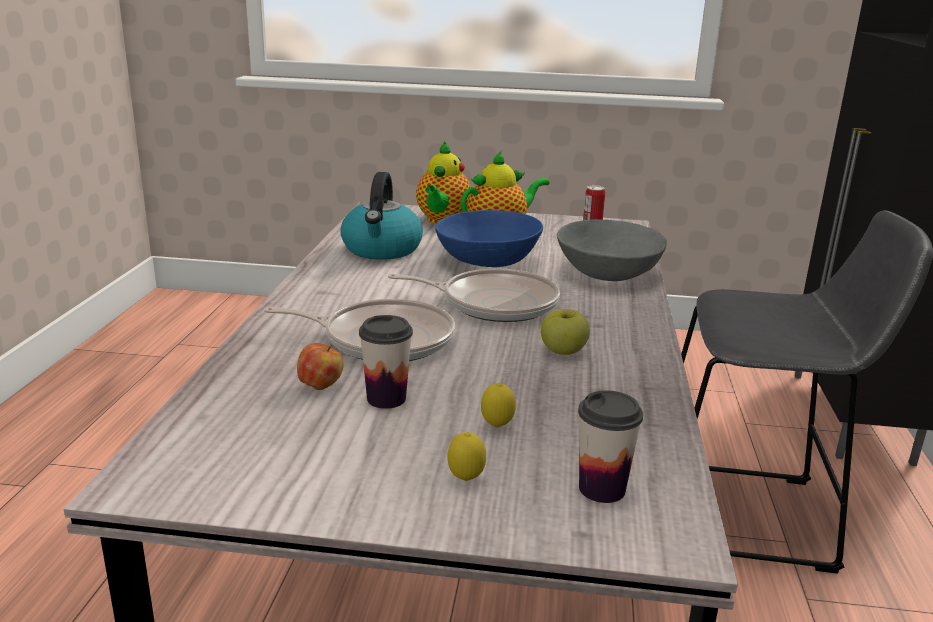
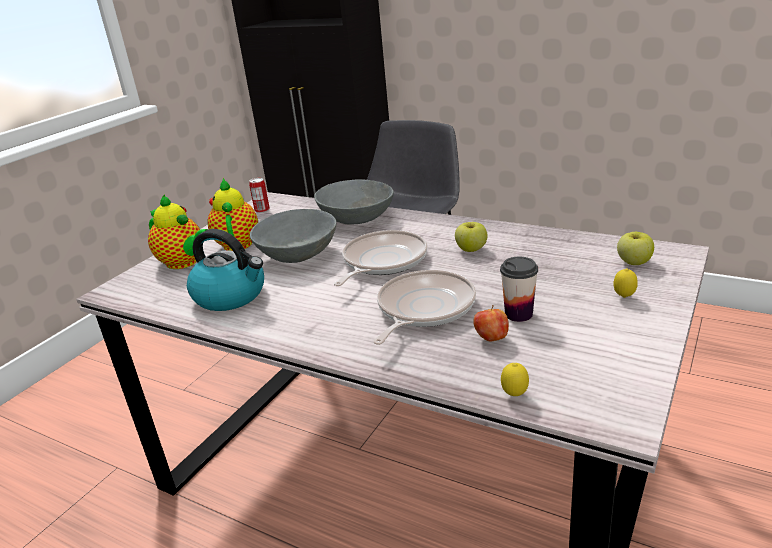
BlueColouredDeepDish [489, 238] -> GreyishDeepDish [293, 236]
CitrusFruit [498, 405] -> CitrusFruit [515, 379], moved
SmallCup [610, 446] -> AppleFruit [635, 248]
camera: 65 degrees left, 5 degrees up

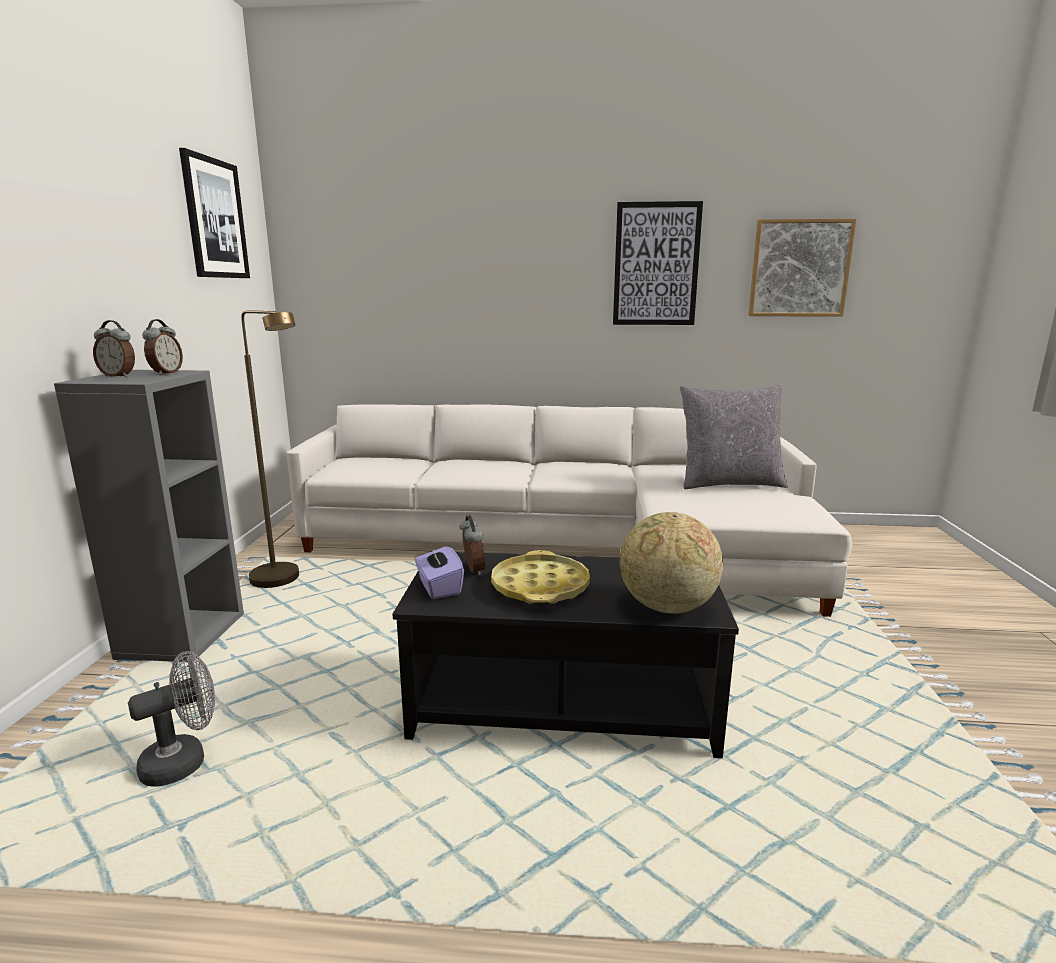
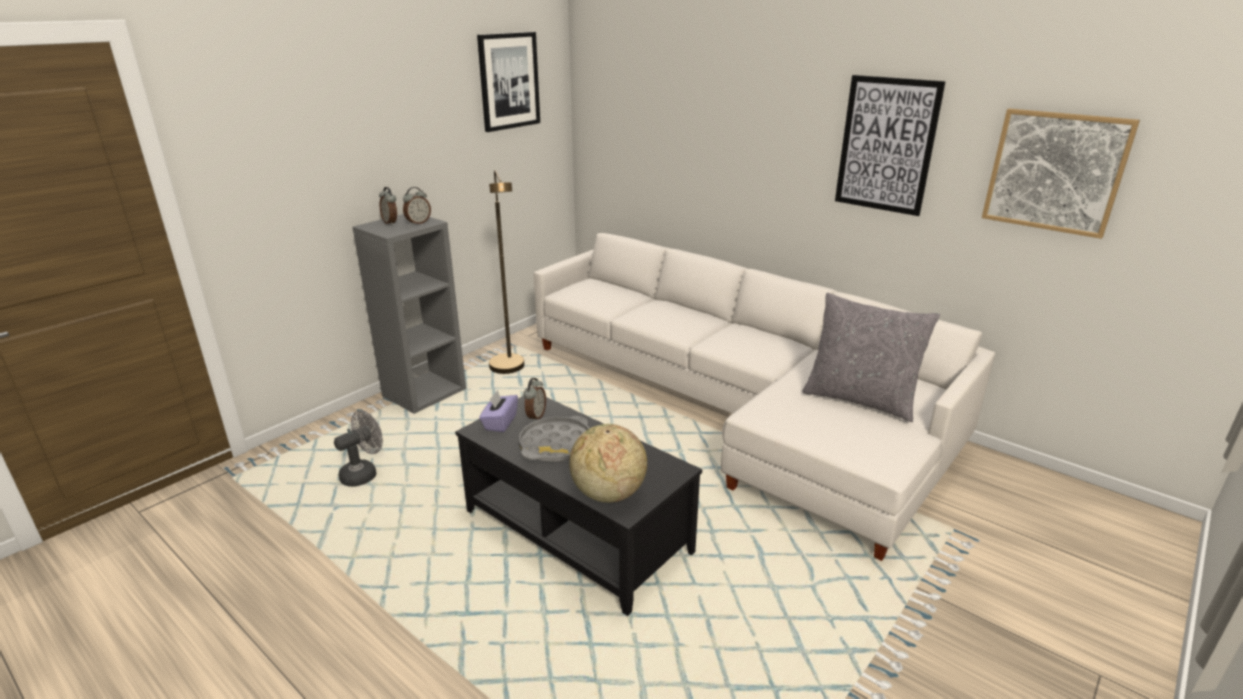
GreyishElectricFan [171, 719] -> GreyishElectricFan [358, 448], 45 degrees counterclockwise
YellowishTray [540, 577] -> GreyishTray [554, 439]
camera: 35 degrees right, 10 degrees up

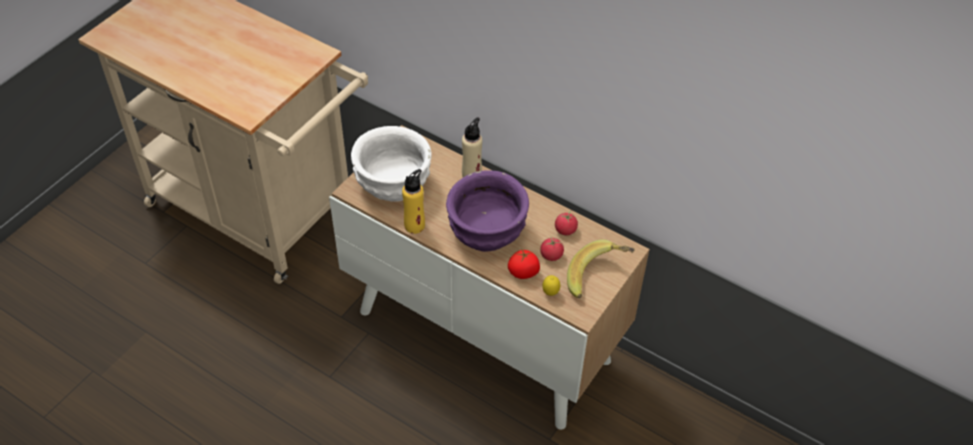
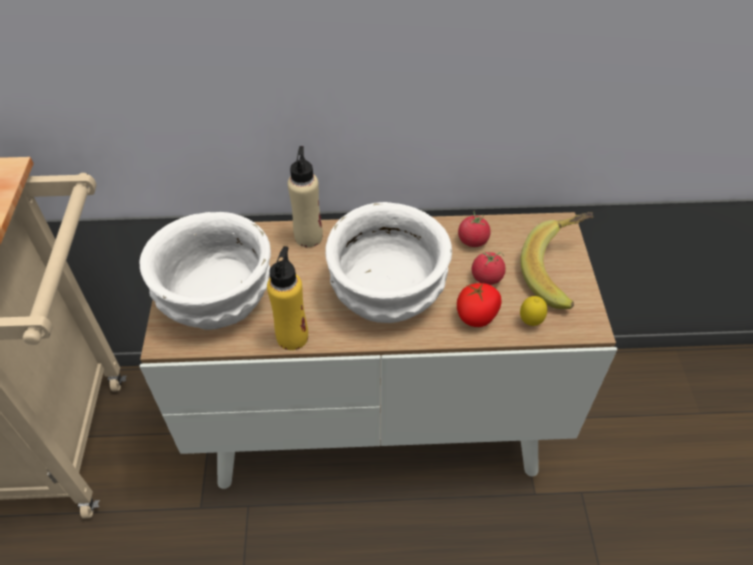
PurplishDeepDish [487, 211] -> WhitishDeepDish [388, 262]
camera: 35 degrees left, 0 degrees up

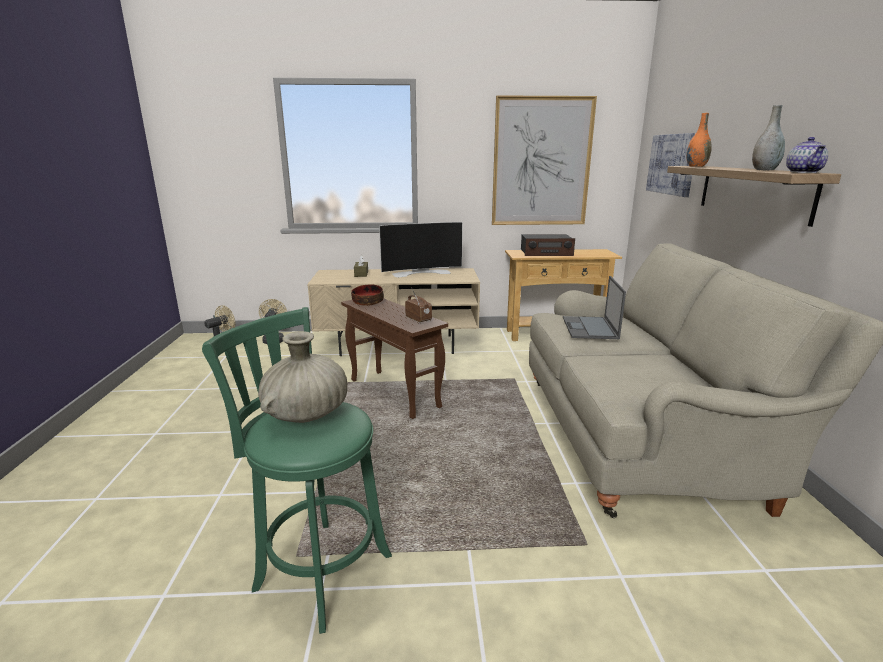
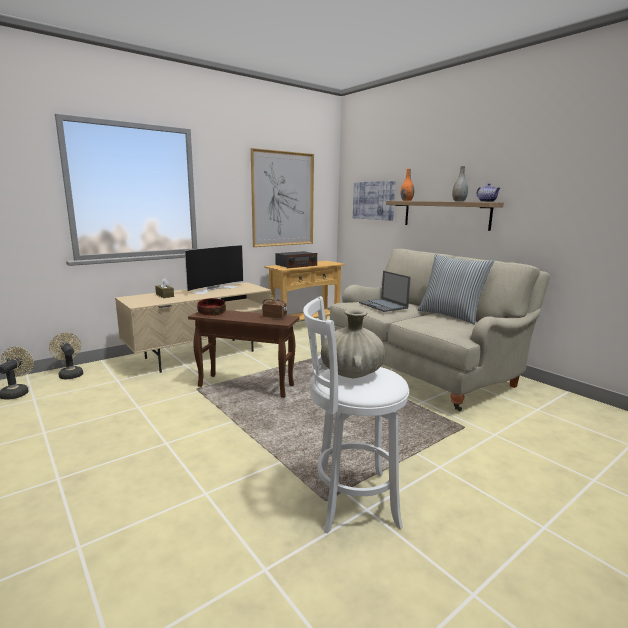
GreenColouredStool [297, 470] -> WhitishStool [356, 414]
none -> Cushion [456, 289]
camera: 35 degrees left, 5 degrees down

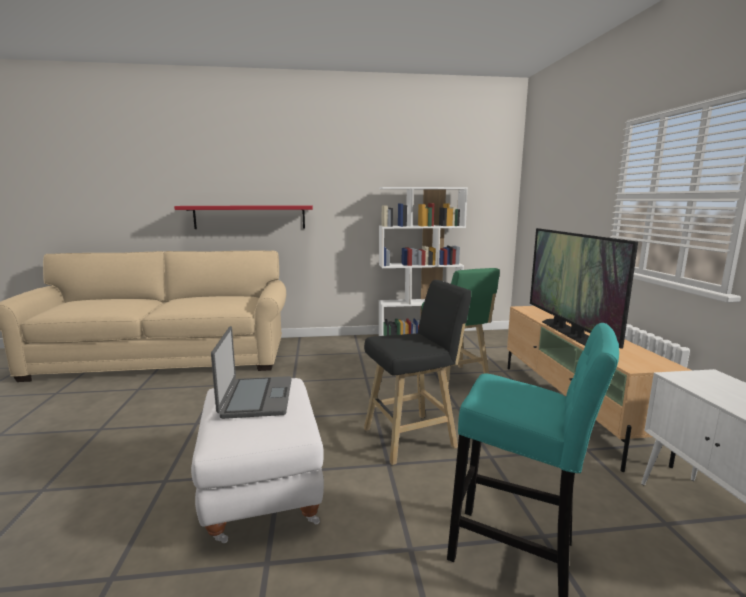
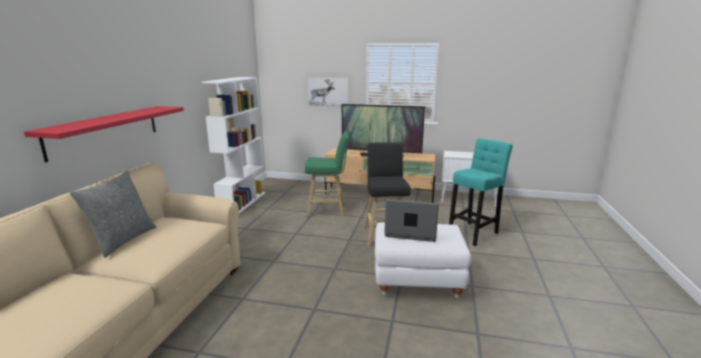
none -> GreyishCushion [113, 214]
none -> Picture [328, 92]
camera: 70 degrees left, 5 degrees up

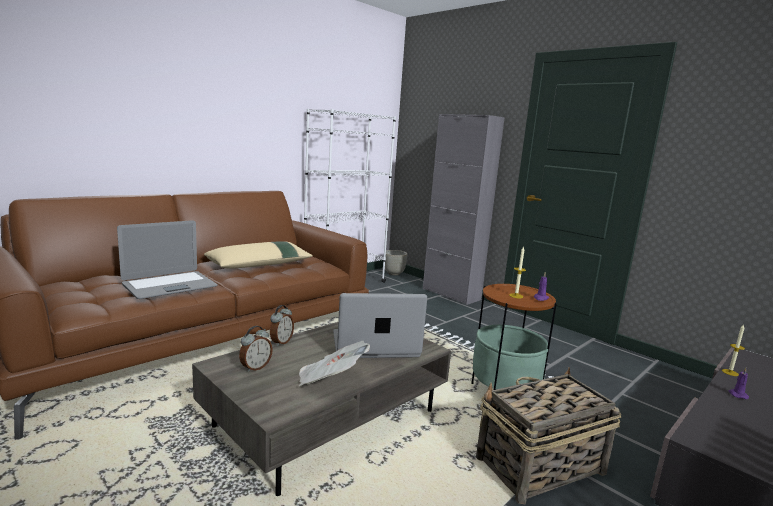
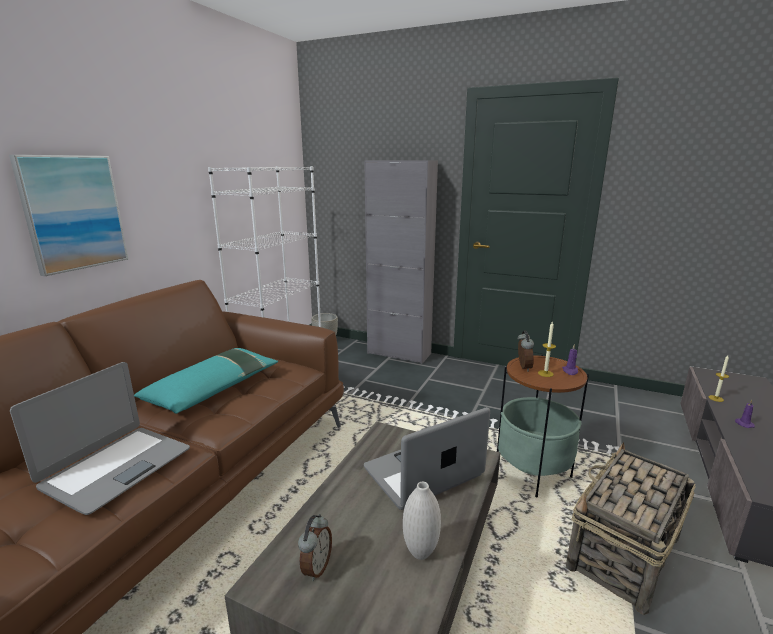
none -> Picture [68, 215]
SandColouredCushion [258, 255] -> BlueGreenCushion [206, 381]
DailyPaper [334, 363] -> WhitishFlowerVase [422, 521]
BedsideClock [282, 325] -> BedsideClock [525, 351], moved
camera: 20 degrees left, 5 degrees up

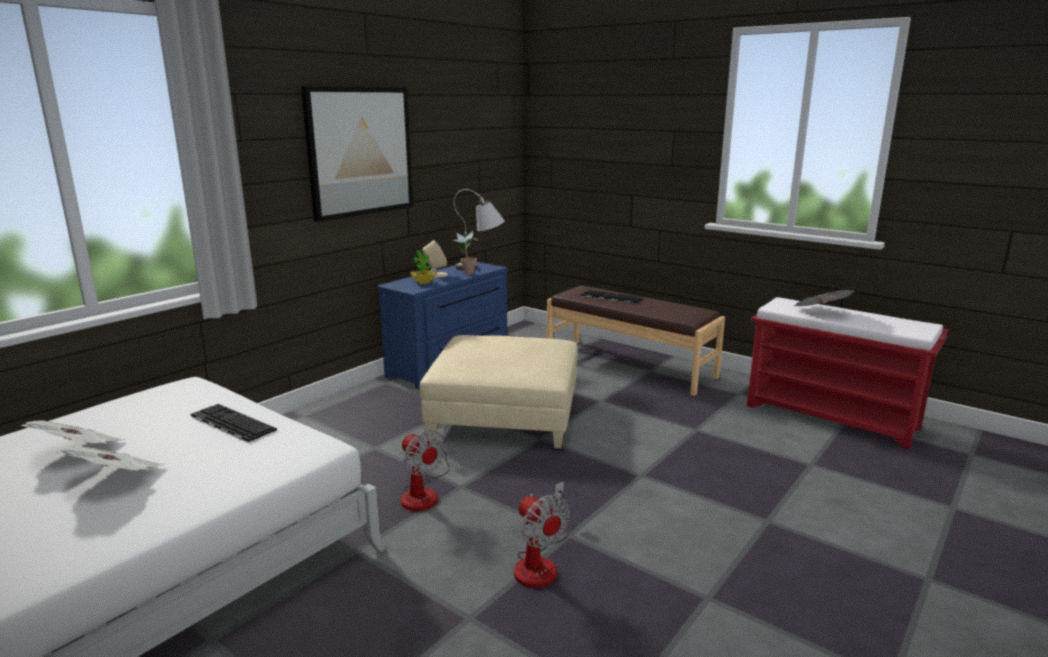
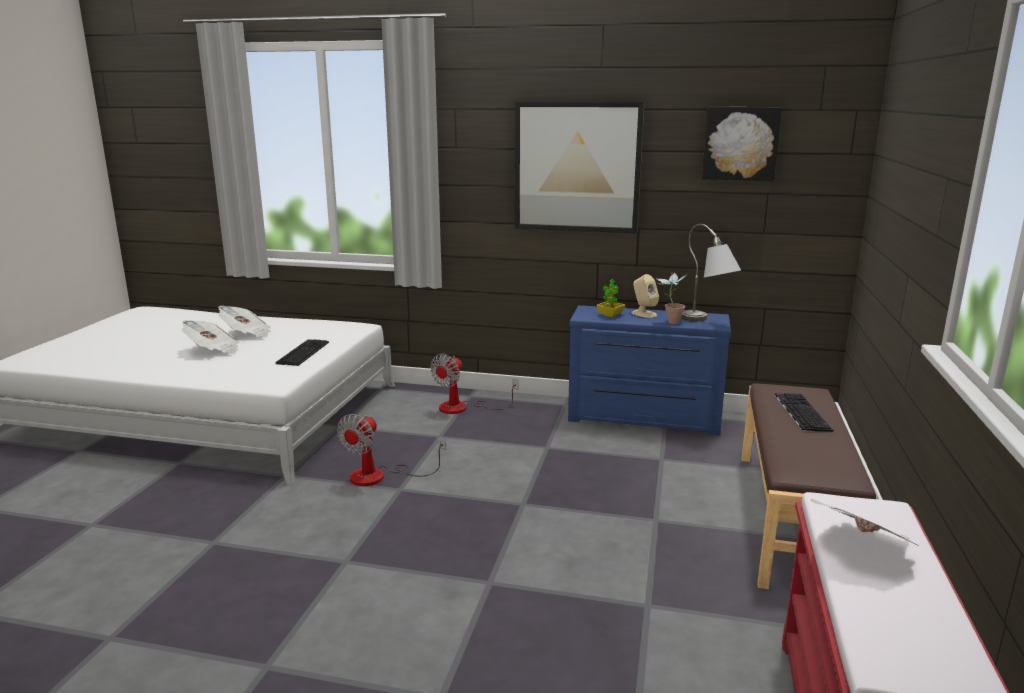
ElectricFan [542, 534] -> ElectricFan [474, 384], moved
none -> Picture [742, 144]
SandColouredPouffe [498, 391] -> none
camera: 65 degrees right, 0 degrees up

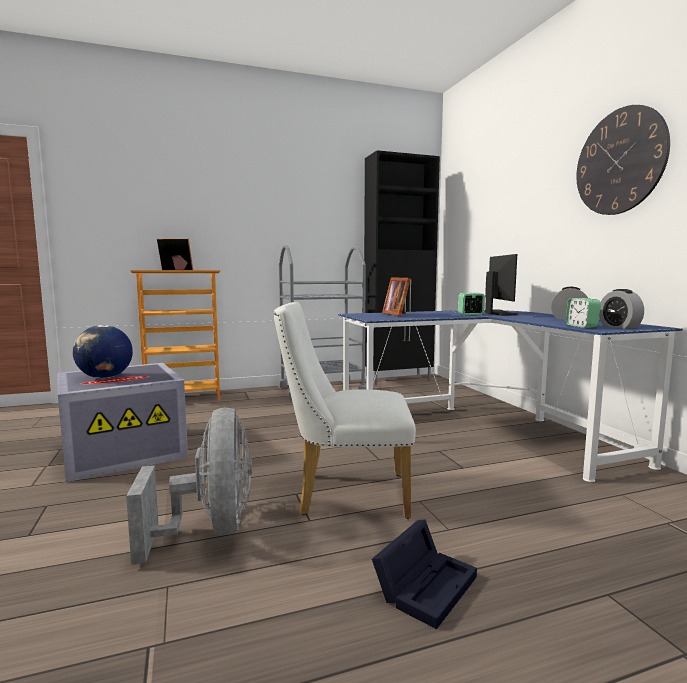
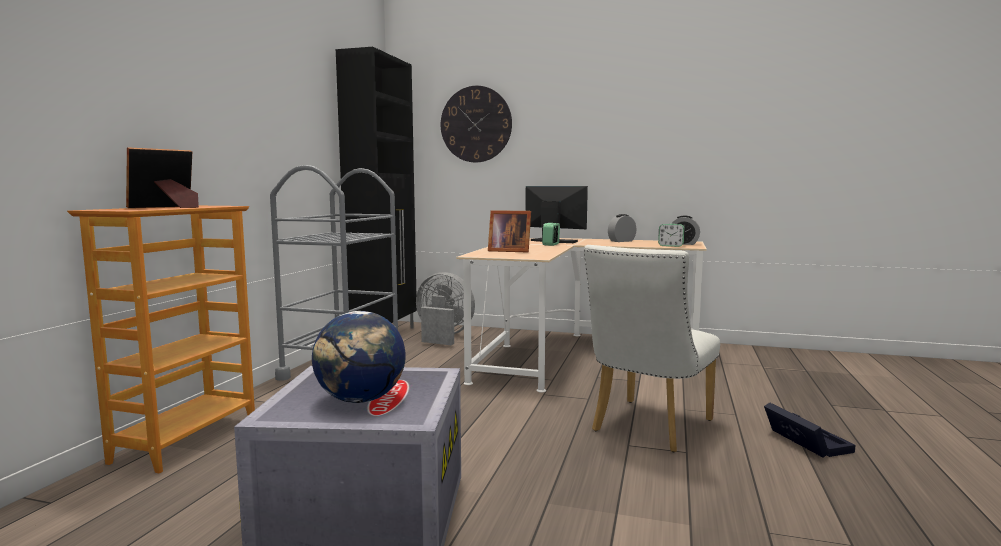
GreyishElectricFan [189, 486] -> GreyishElectricFan [445, 308], moved
HangingClock [623, 160] -> HangingClock [476, 124], moved
BlueColouredDeskTable [510, 396] -> SandColouredDeskTable [581, 315]
camera: 55 degrees left, 0 degrees up

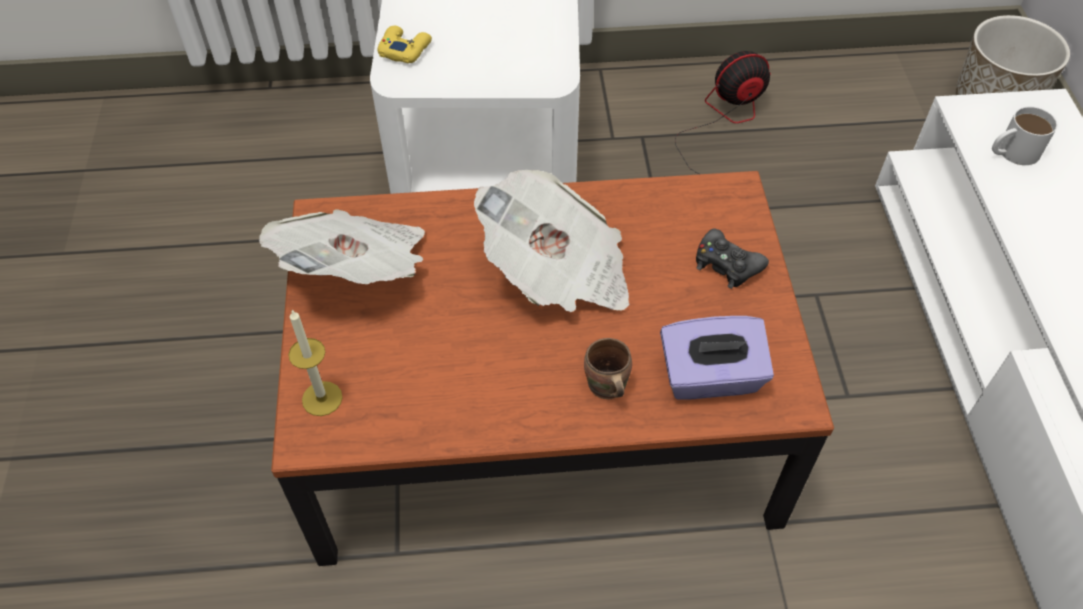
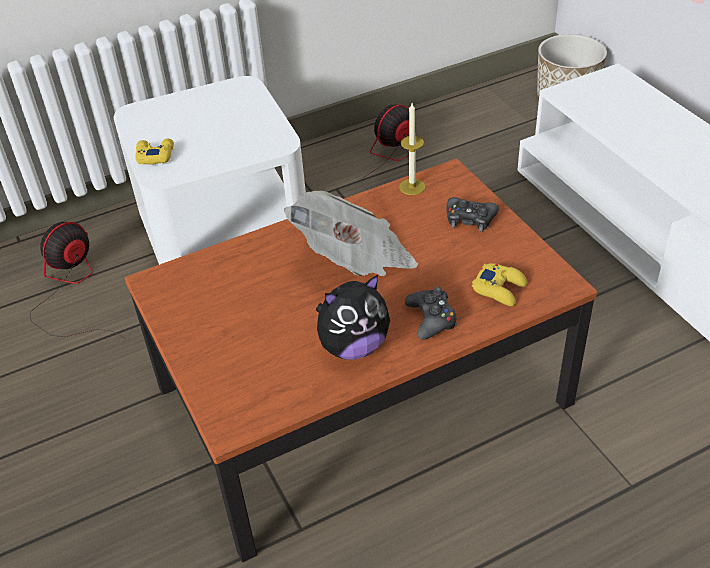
none -> ElectricFan [78, 280]
none -> SoftToy [353, 317]
WaxCandle [315, 363] -> WaxCandle [412, 149], moved
BrownishMug [608, 368] -> BlackColouredGameController [431, 313]
PurplishTissueBox [717, 358] -> YellowishGameController [499, 284]
DailyPaper [342, 246] -> none
WhitishMug [1024, 136] -> none
camera: 20 degrees left, 10 degrees down

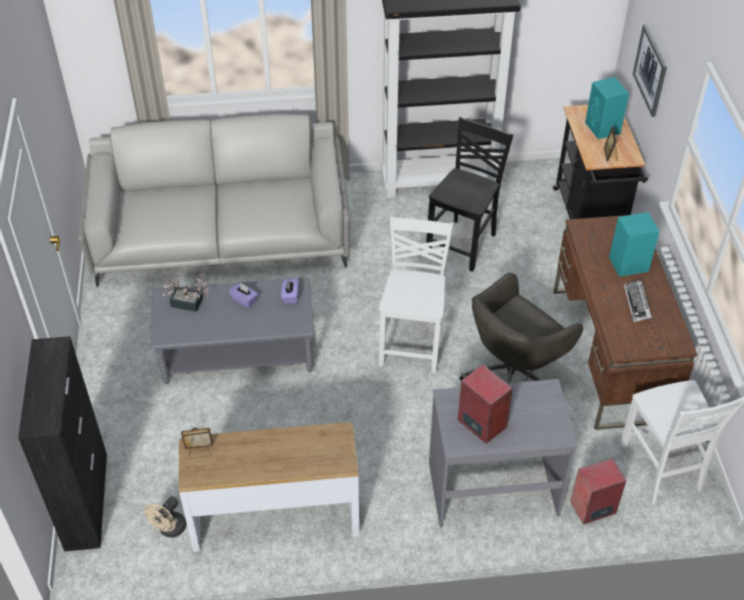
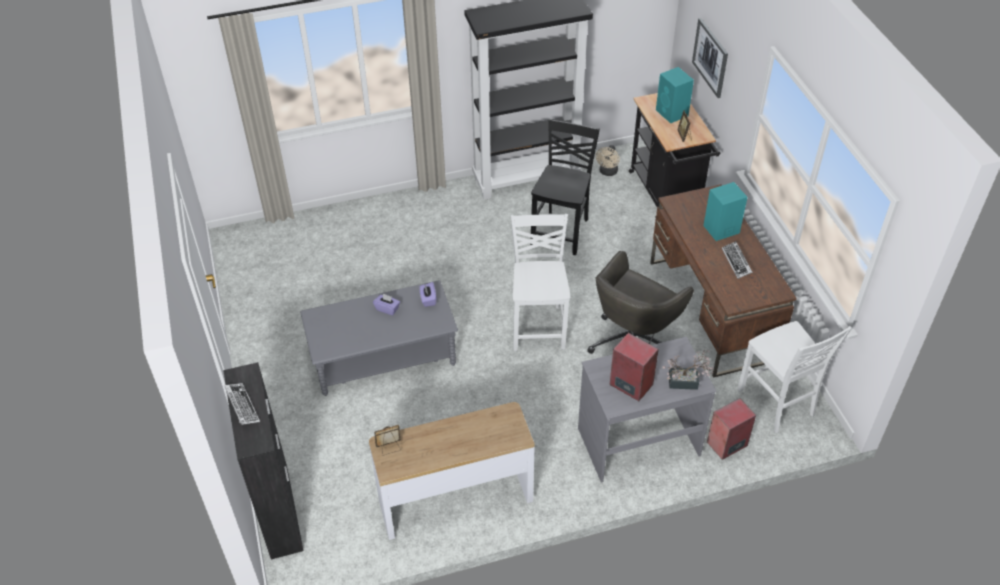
none -> ComputerKeyboard [242, 404]
SandColouredElectricFan [165, 517] -> SandColouredElectricFan [608, 160], moved
PottedPlant [185, 292] -> PottedPlant [687, 370], moved
GreyishSettee [214, 200] -> none
camera: 10 degrees left, 0 degrees up

